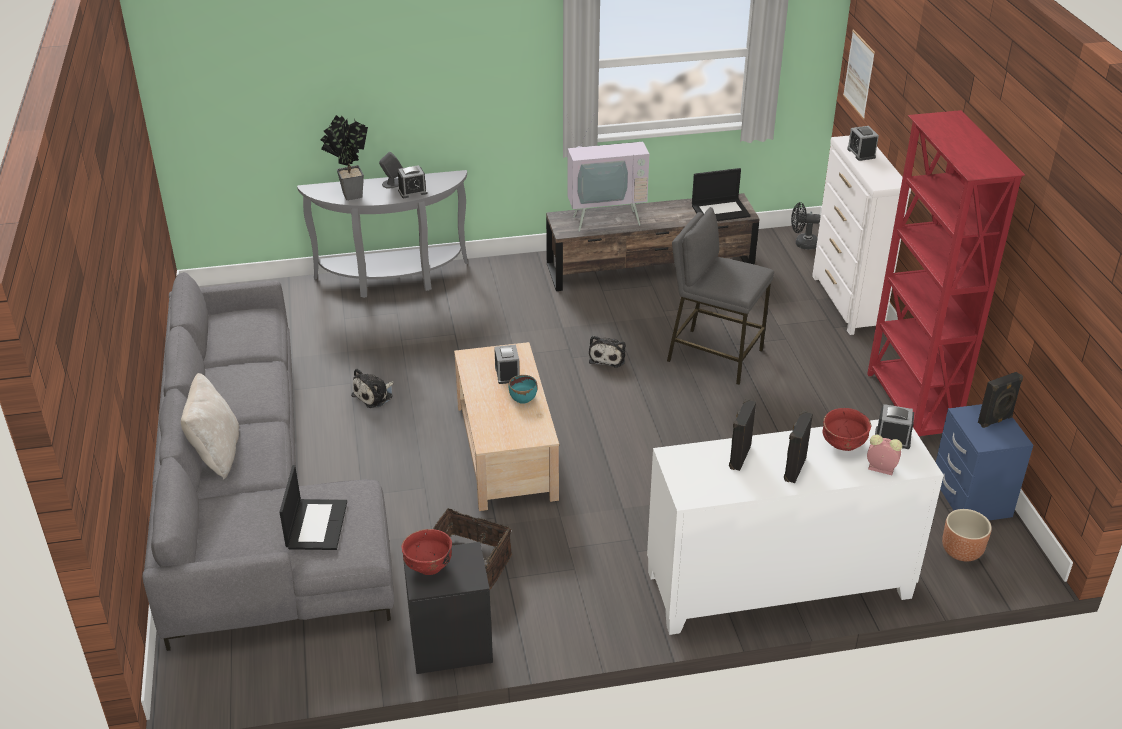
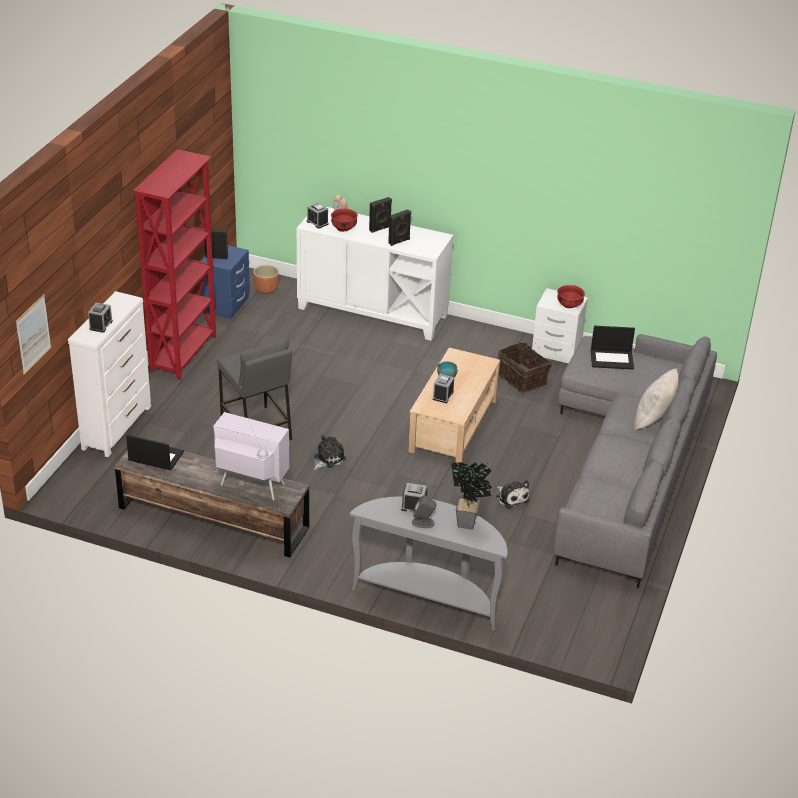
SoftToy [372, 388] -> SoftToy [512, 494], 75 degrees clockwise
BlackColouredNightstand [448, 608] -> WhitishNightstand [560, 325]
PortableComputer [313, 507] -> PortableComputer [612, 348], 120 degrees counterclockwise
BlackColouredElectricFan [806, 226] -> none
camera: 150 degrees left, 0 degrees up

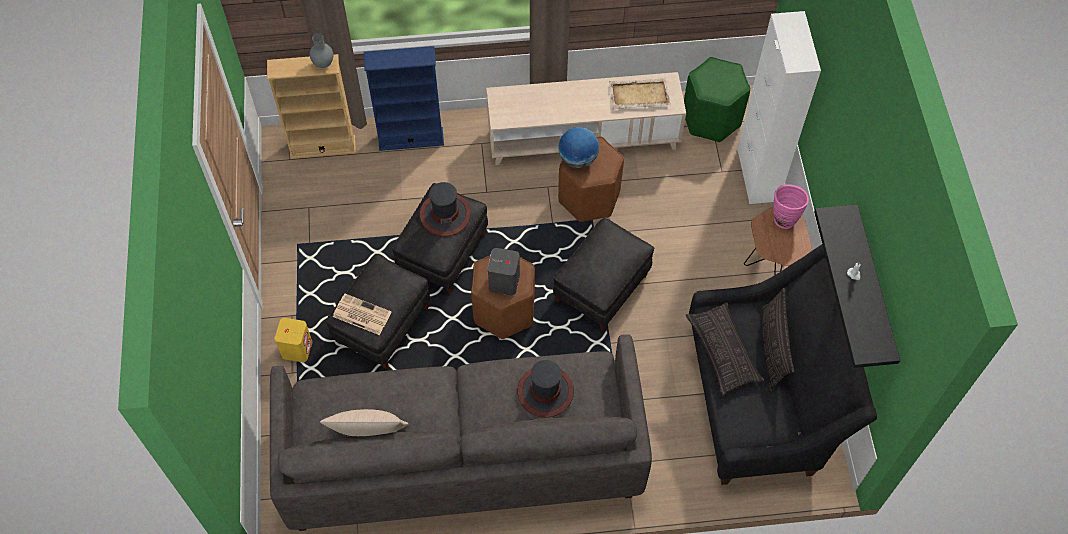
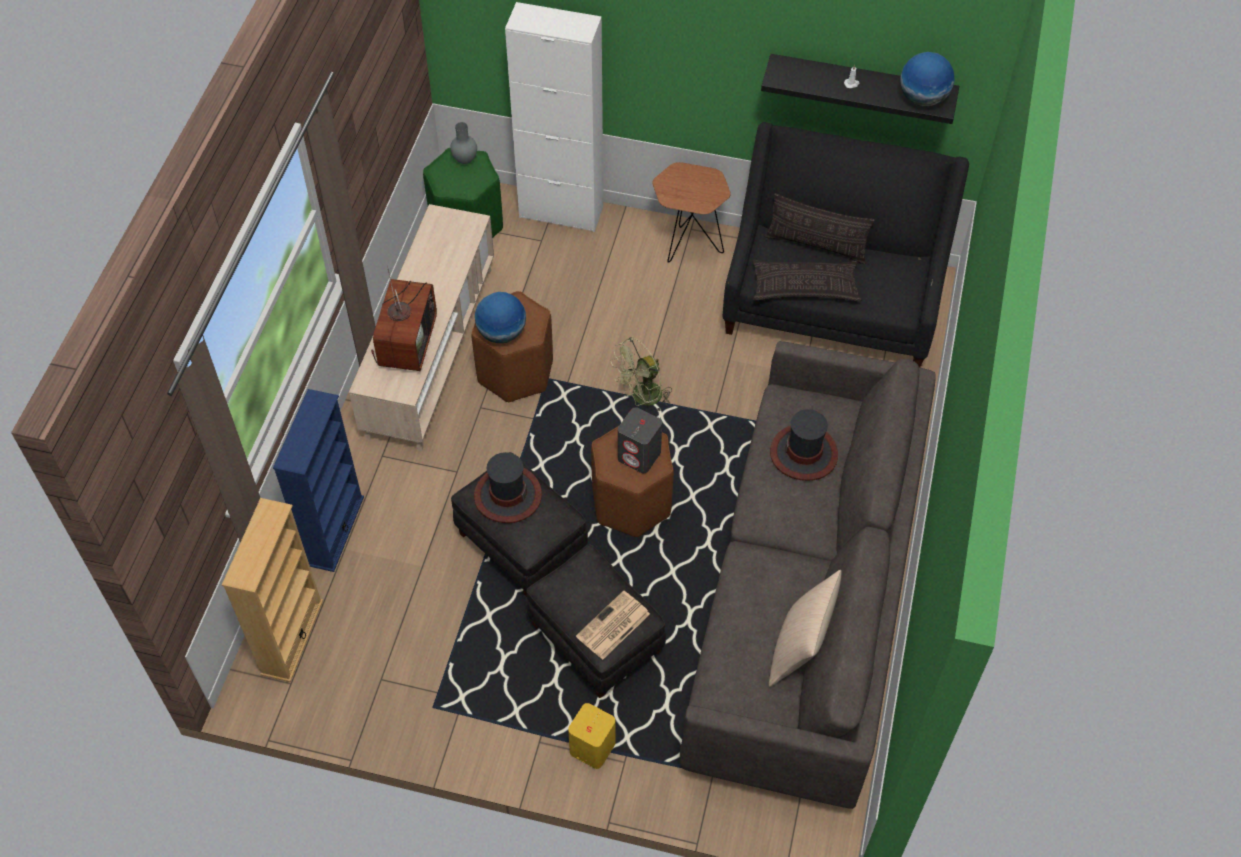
none -> Tv [404, 318]
GreyishFlowerVase [321, 50] -> GreyishFlowerVase [463, 143], moved
BlackColouredPouffe [603, 274] -> GreenColouredElectricFan [641, 375]
none -> WorldGlobe [927, 79]
SandColouredTray [639, 93] -> none
PinkColouredFlowerVase [791, 207] -> none
camera: 70 degrees left, 5 degrees down

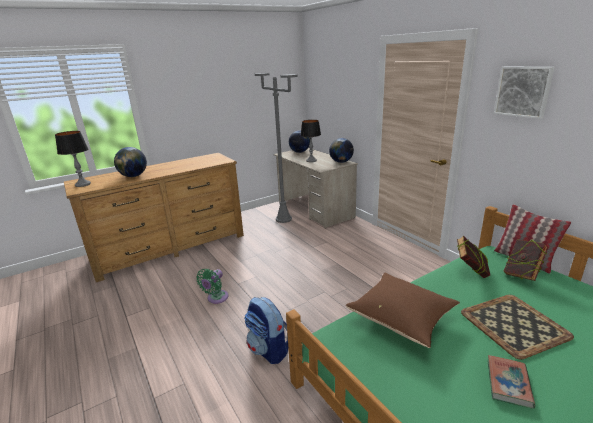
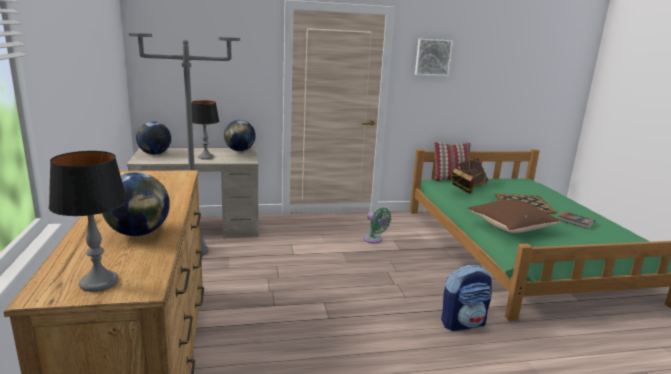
GreenColouredElectricFan [212, 286] -> GreenColouredElectricFan [377, 226], moved
camera: 70 degrees left, 5 degrees down

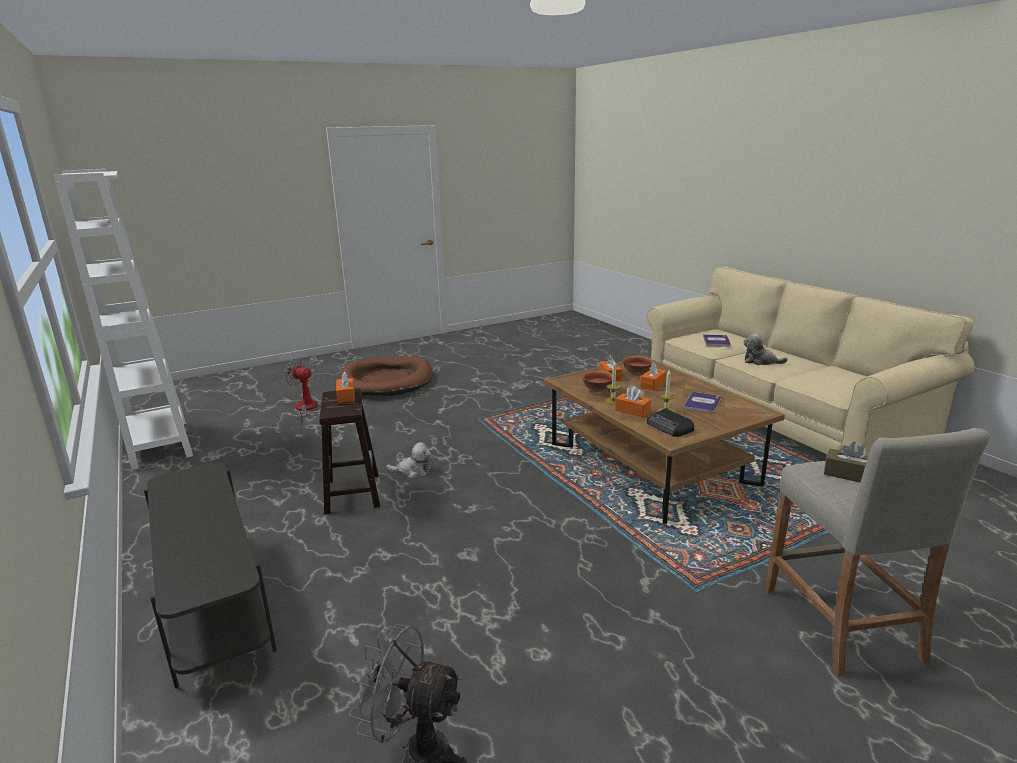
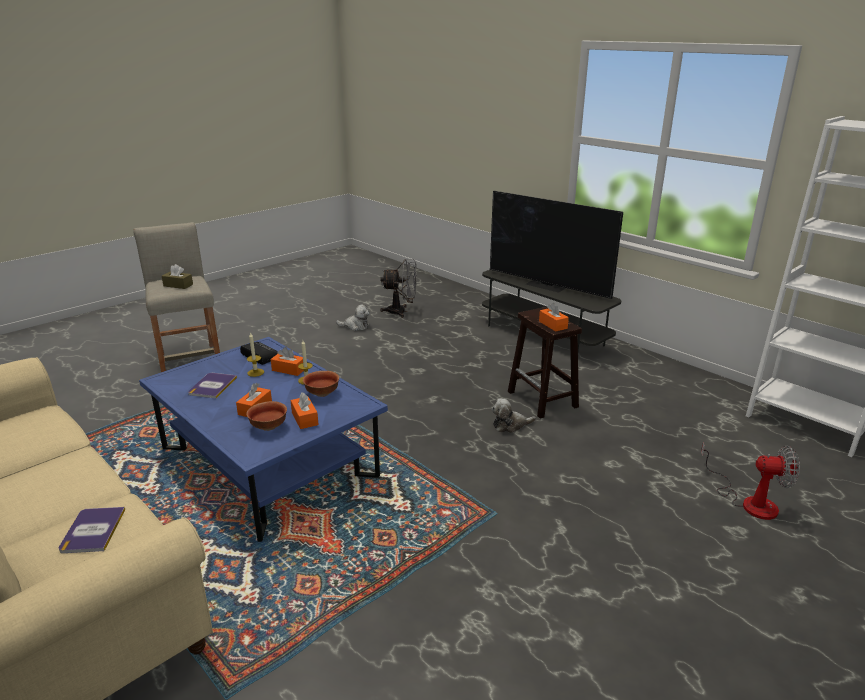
BrownishCoffeeTable [664, 441] -> BlueColouredCoffeeTable [263, 439]
SoftToy [765, 349] -> SoftToy [353, 318], moved
none -> Tv [556, 245]
BrownishDogBed [386, 376] -> none
camera: 165 degrees right, 5 degrees up

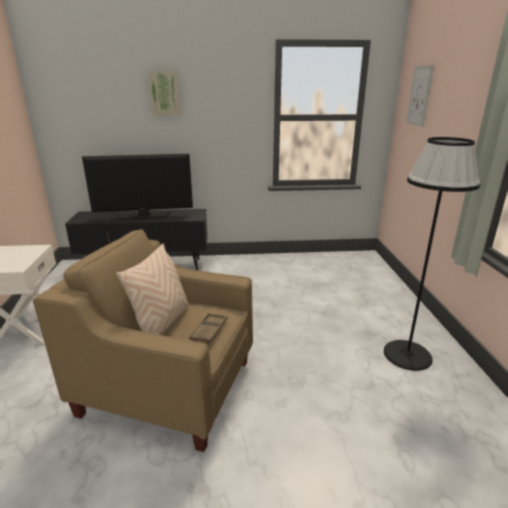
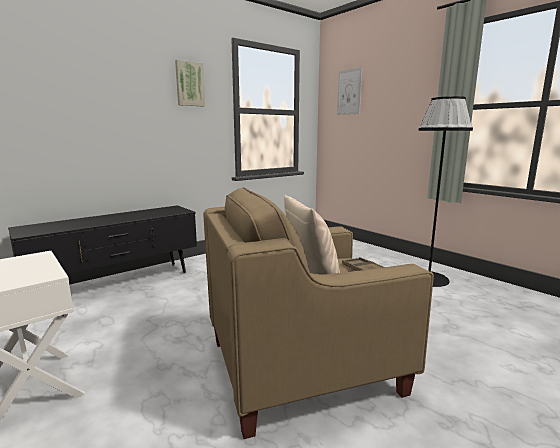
Picture [164, 93] -> Picture [190, 83], moved
Tv [137, 187] -> none
camera: 35 degrees left, 10 degrees down

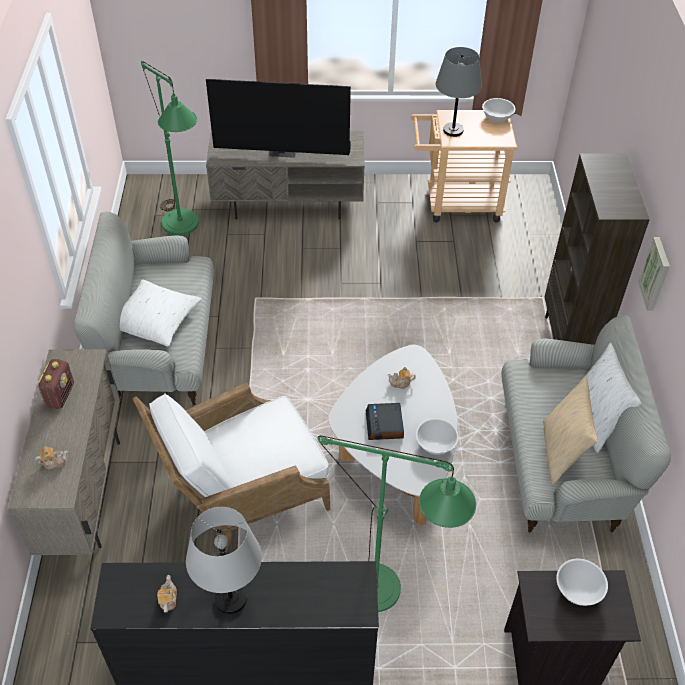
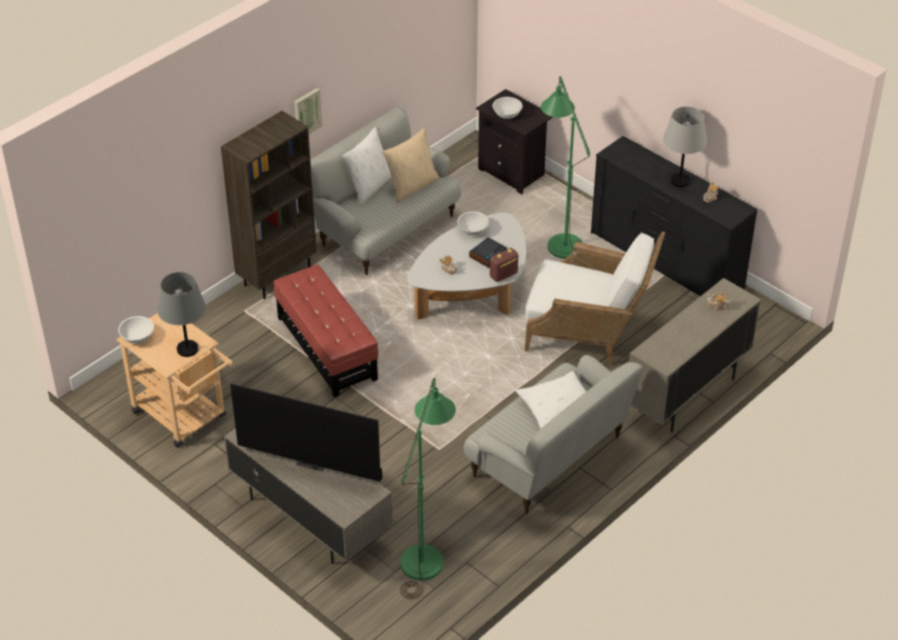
Tv [278, 118] -> Tv [306, 432], 150 degrees clockwise
none -> RedPouffe [326, 331]
RadioReceiver [55, 384] -> RadioReceiver [504, 265], moved
camera: 135 degrees left, 5 degrees down

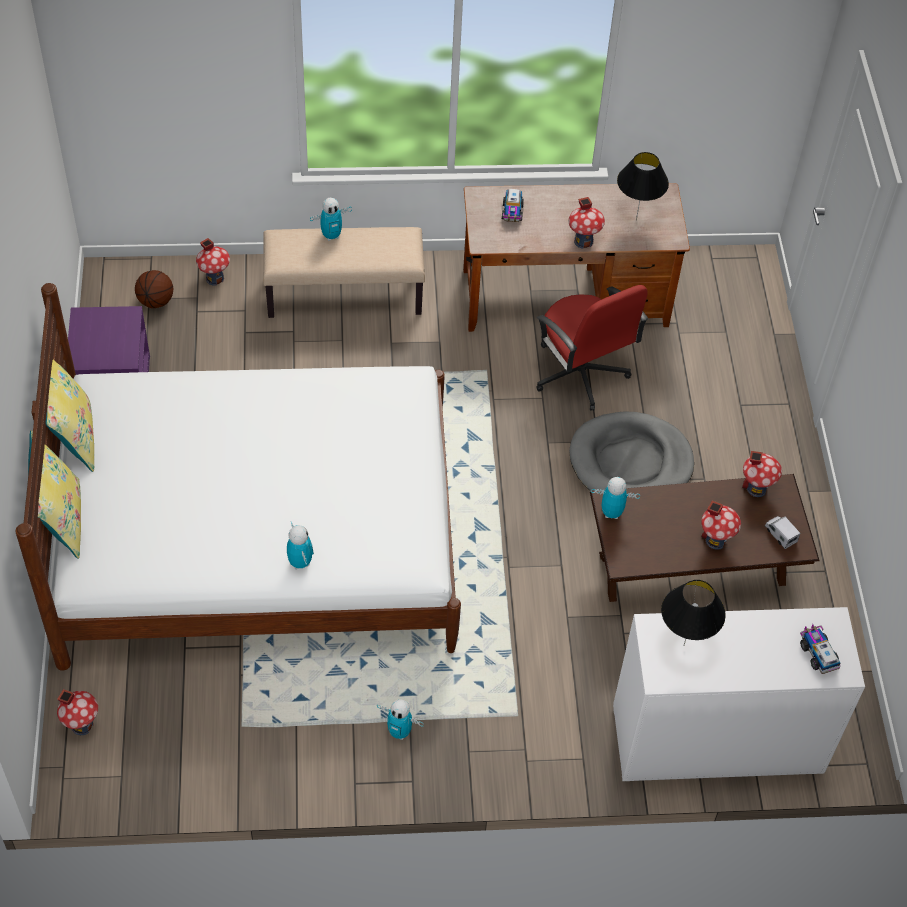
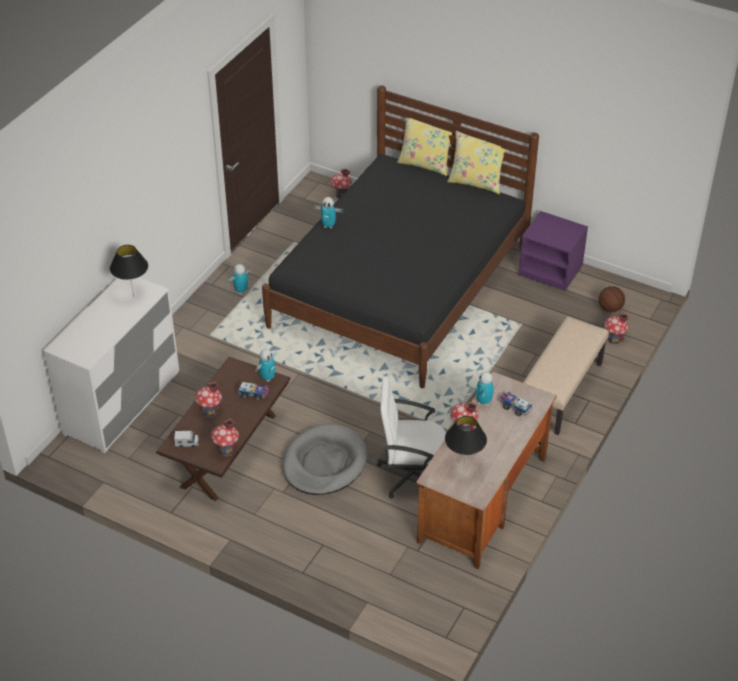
ToyTruck [820, 649] -> ToyTruck [253, 391], moved
WhitishSleepingBed [238, 477] -> BlackColouredSleepingBed [400, 236]
RedDeskChair [592, 348] -> WhitishDeskChair [412, 437]
ModelRobot [331, 219] -> ModelRobot [485, 388], moved
camera: 125 degrees right, 10 degrees down

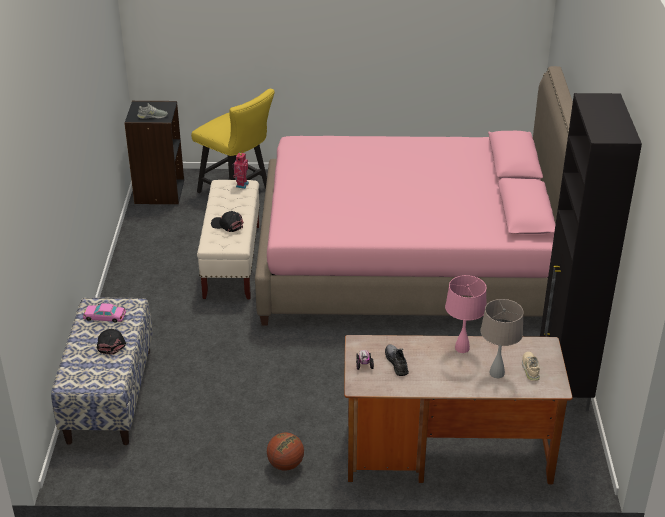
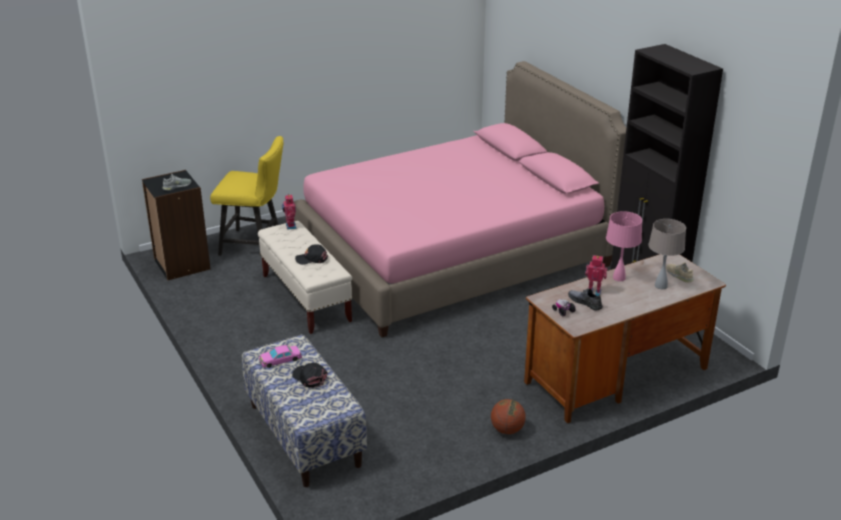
none -> ModelRobot [596, 275]
camera: 30 degrees left, 5 degrees down

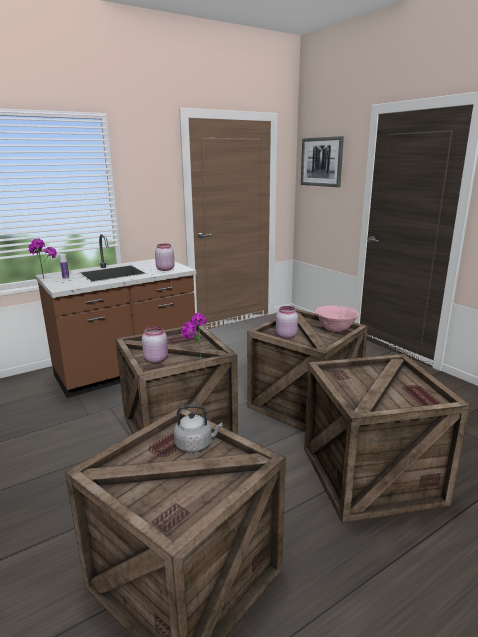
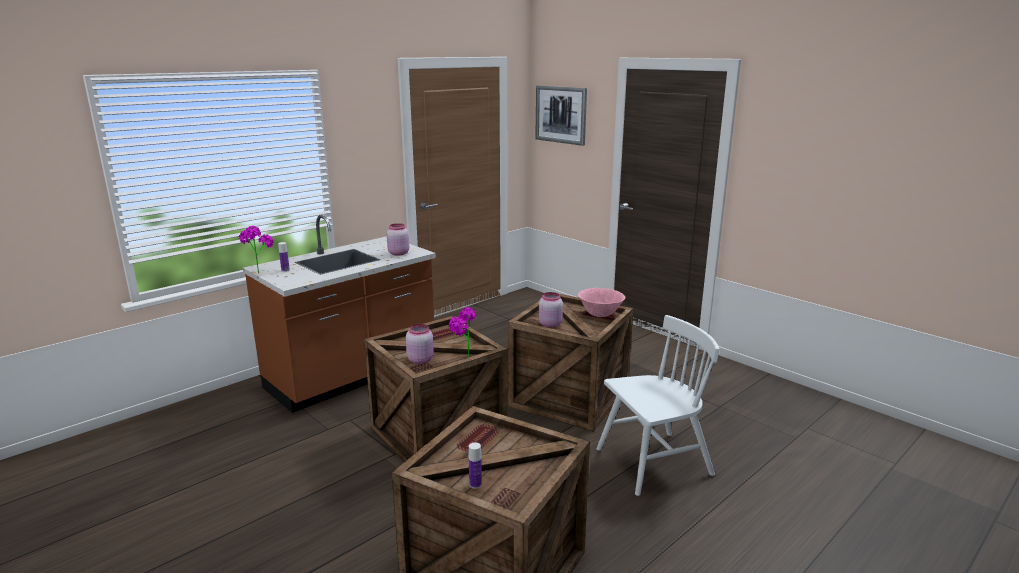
none -> BeverageBottle [475, 465]
Crate [387, 438] -> WhitishChair [658, 405]
GreyishTeaKettle [198, 428] -> none
camera: 10 degrees left, 0 degrees up

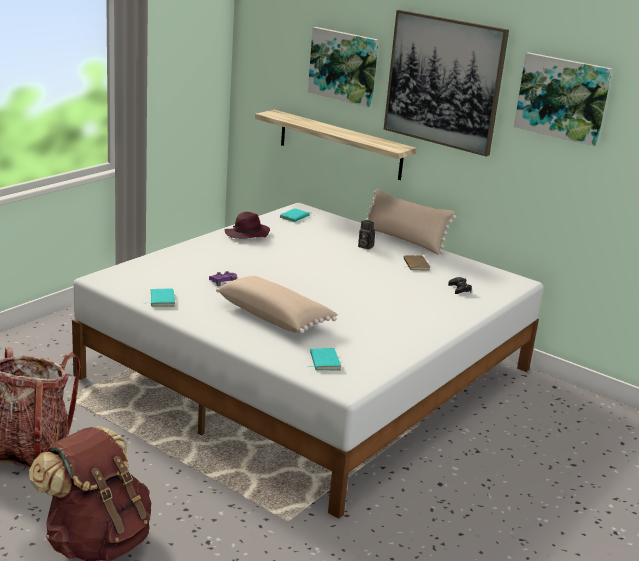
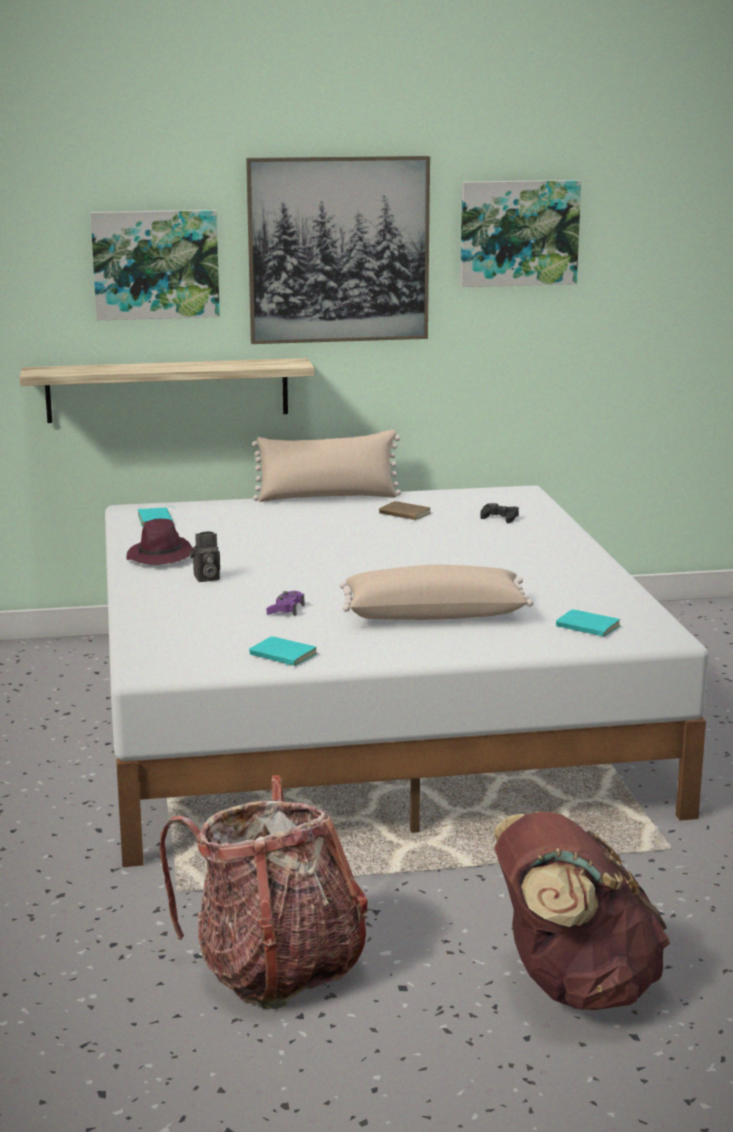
PhotoCamera [367, 235] -> PhotoCamera [205, 556], moved
camera: 45 degrees left, 5 degrees down

